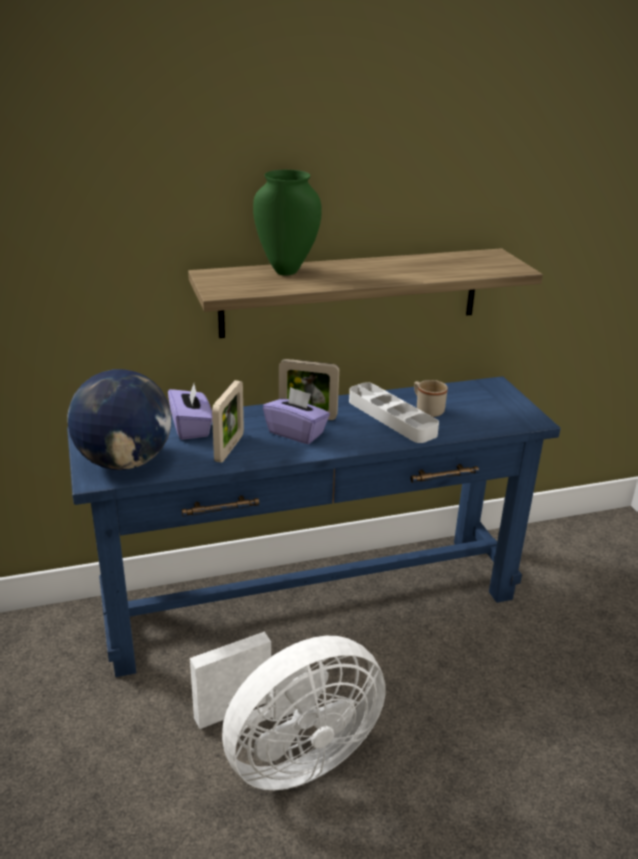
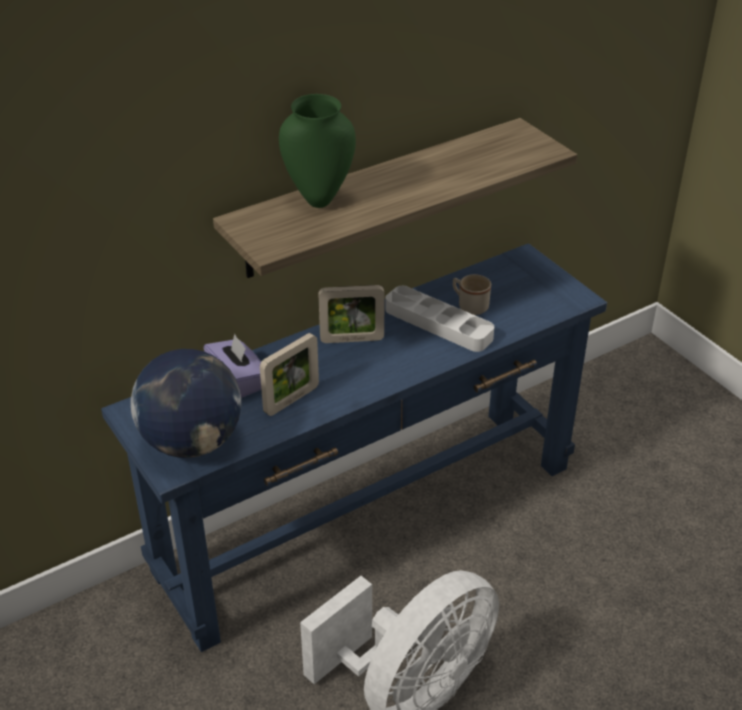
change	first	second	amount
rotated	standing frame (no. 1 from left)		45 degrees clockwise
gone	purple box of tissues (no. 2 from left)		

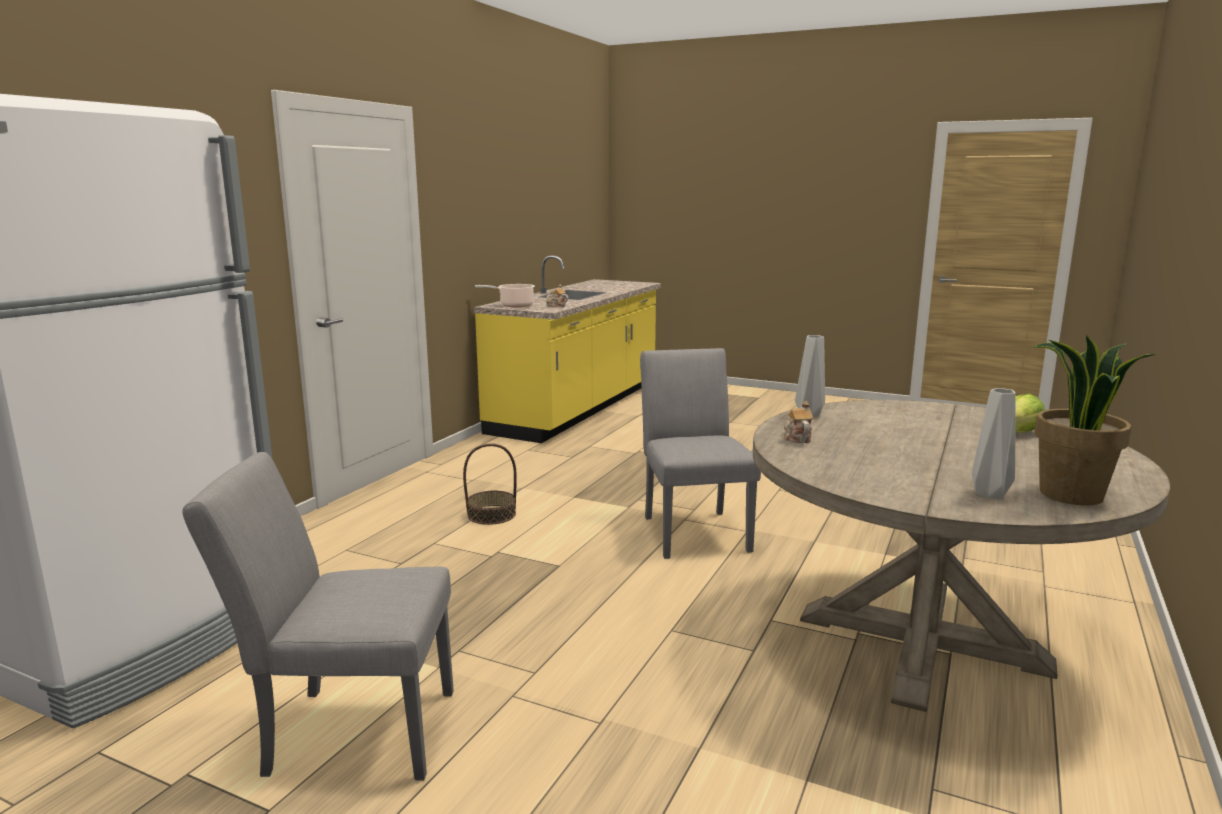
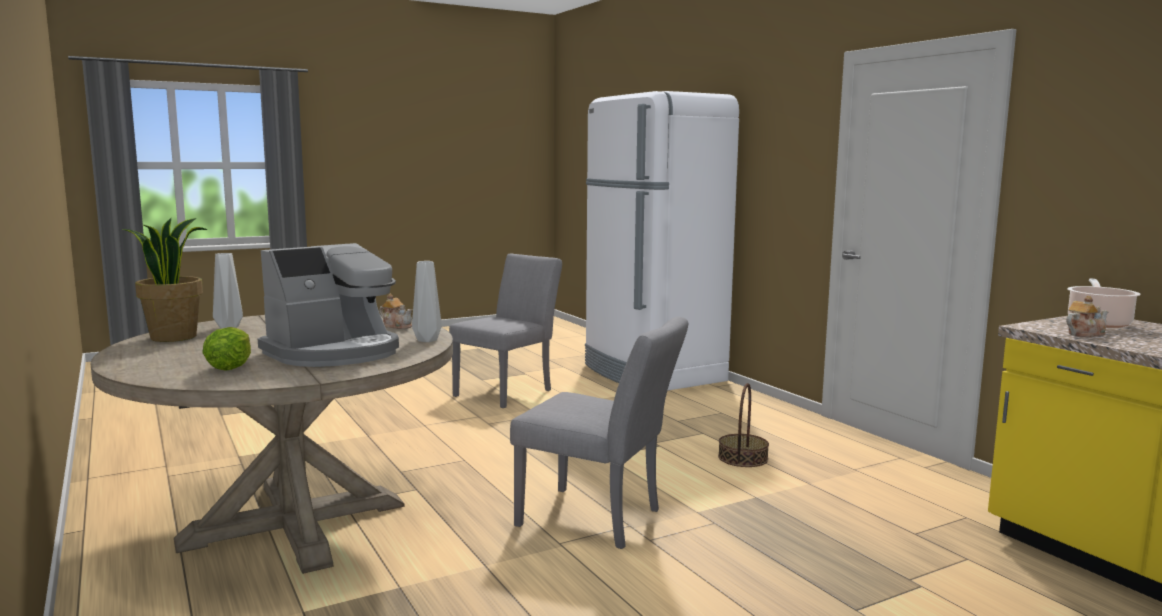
change	first	second	amount
new		coffee brewer	

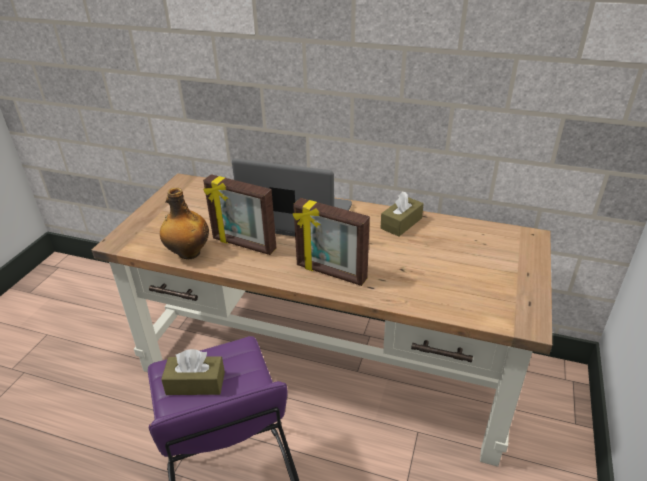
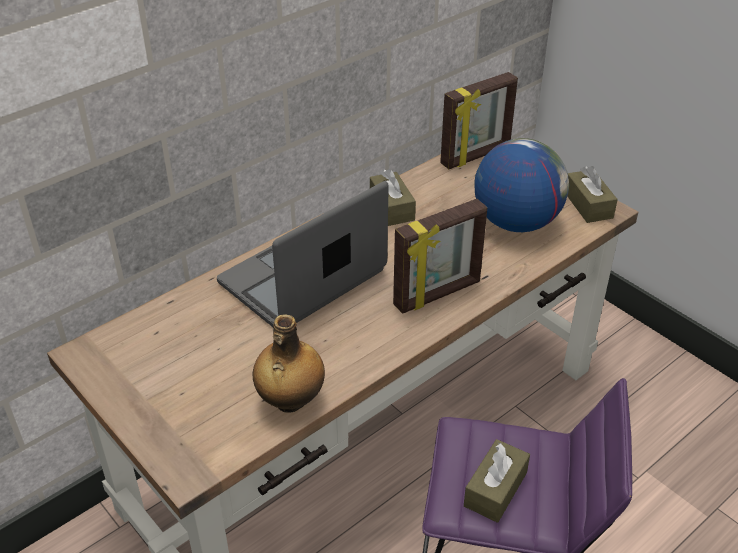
change	first	second	amount
shifted	standing frame (no. 1 from left in the first image)	standing frame (no. 2 from left)	
new		desk globe	
new		brown box of tissues (no. 3 from left)	

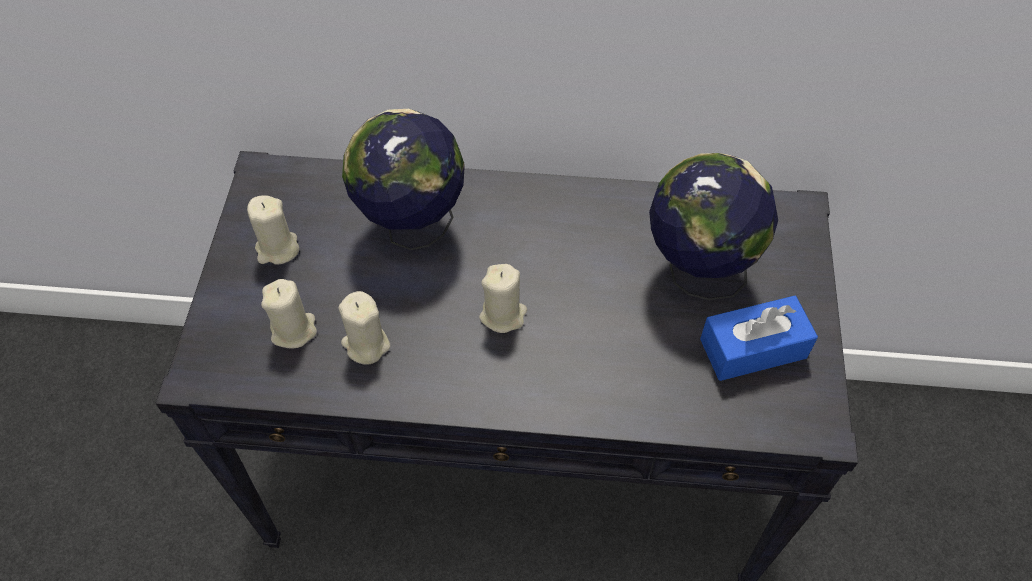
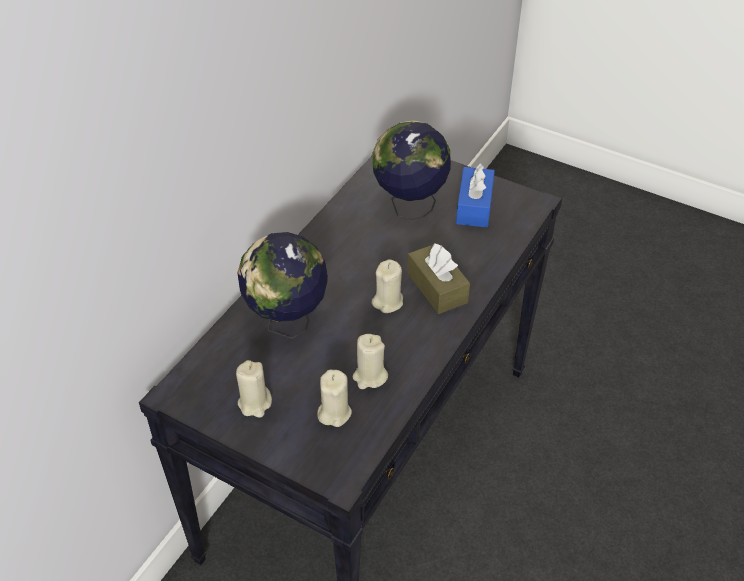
change	first	second	amount
new		brown box of tissues	

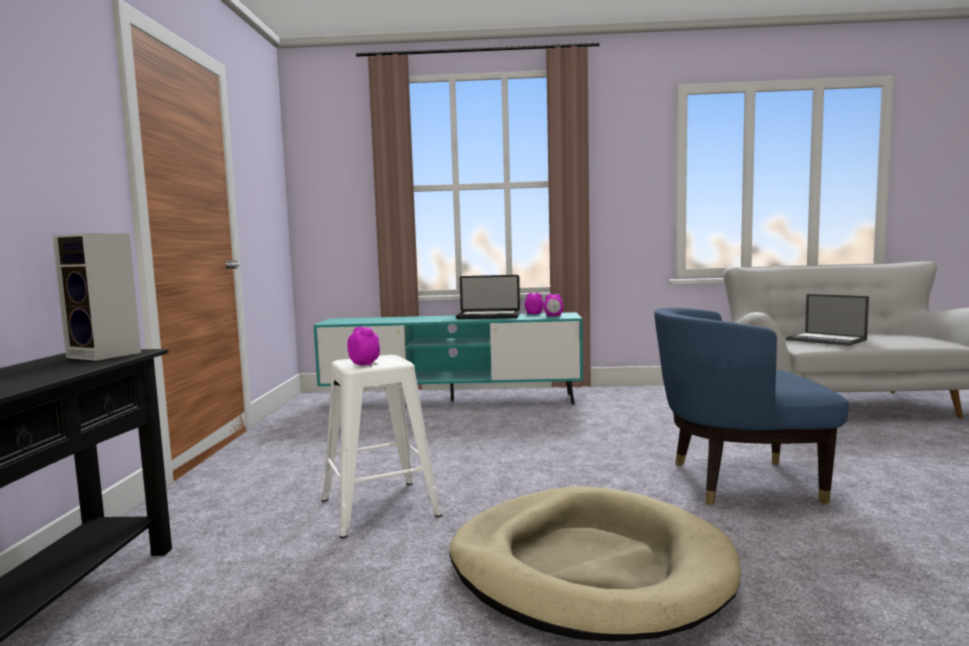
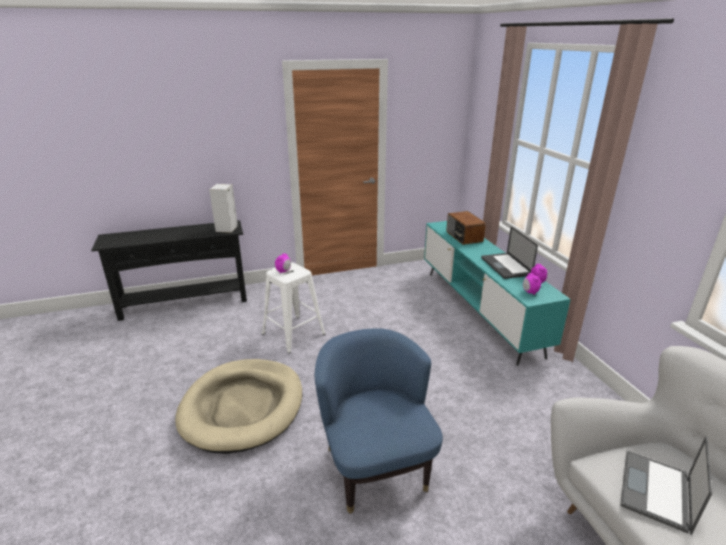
change	first	second	amount
new		radio receiver	

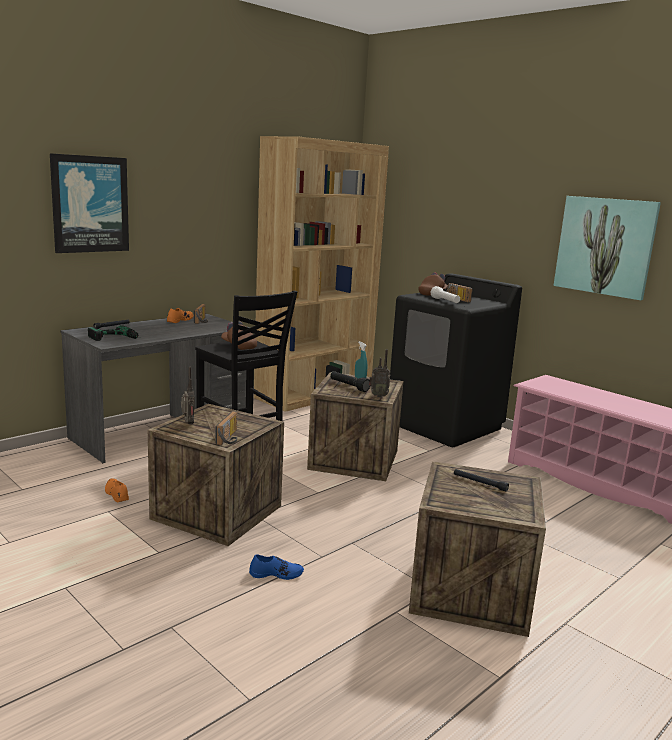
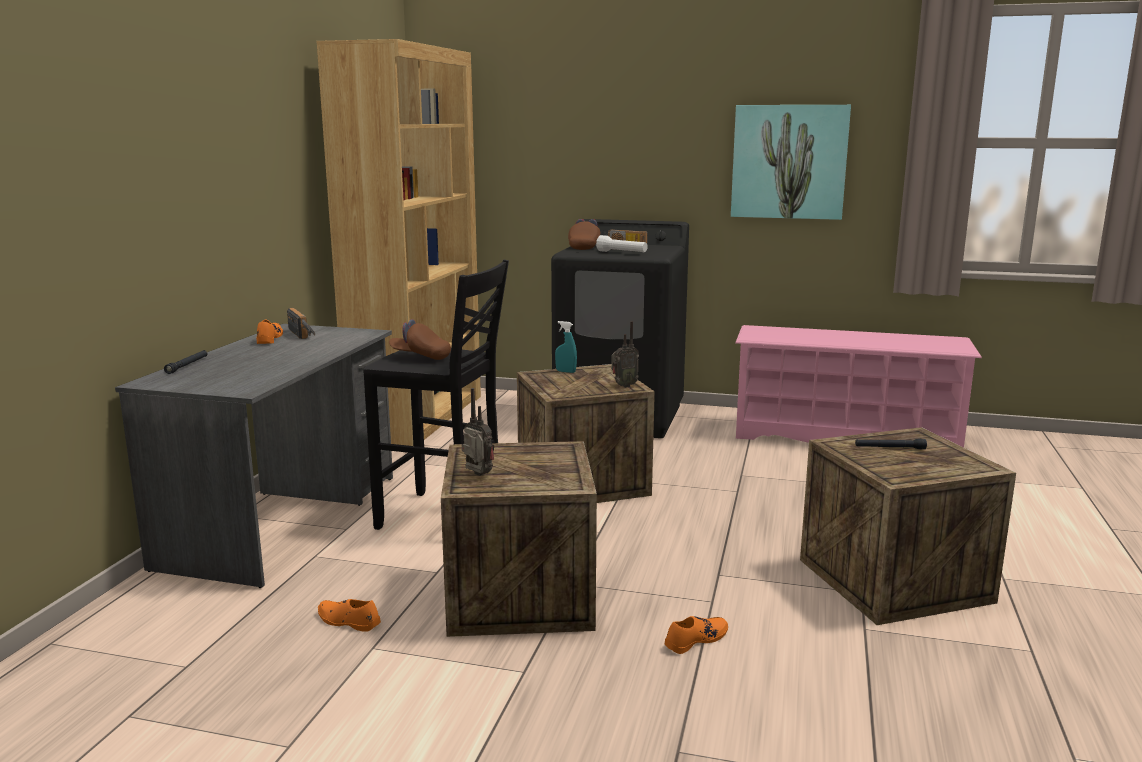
change	first	second	amount
gone	picture (no. 1 from left)		
gone	power drill		
gone	black torch (no. 2 from left)		
gone	radio receiver (no. 3 from left)		
repainted	blue-coloured low shoe	orangey low shoe (no. 3 from left)	

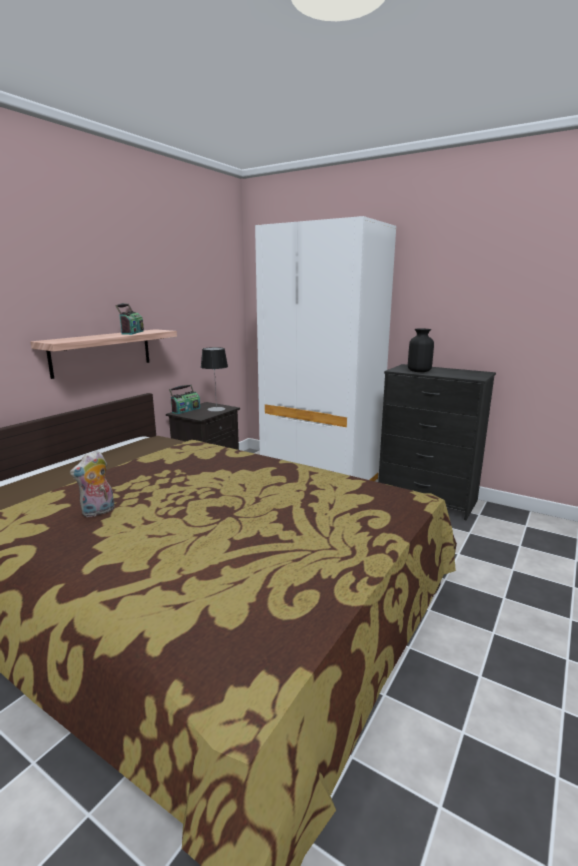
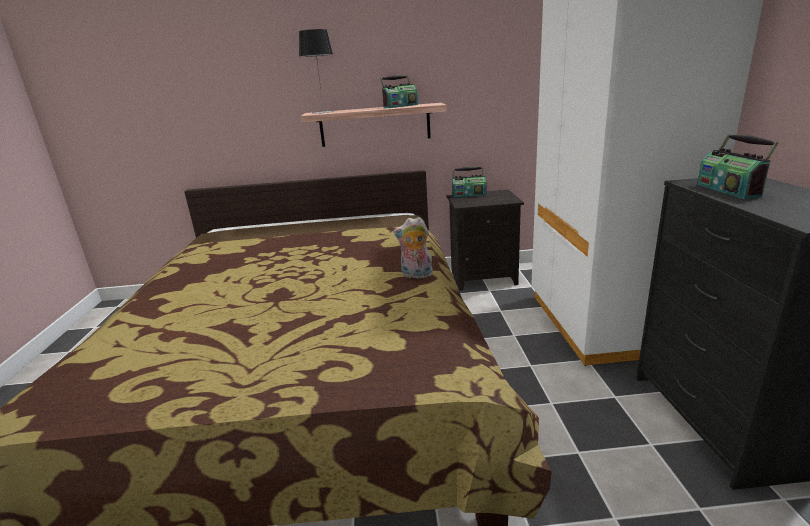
change	first	second	amount
swapped	black decorative vase	radio receiver (no. 3 from left)	
shifted	lamp for a table		
shifted	plush toy		

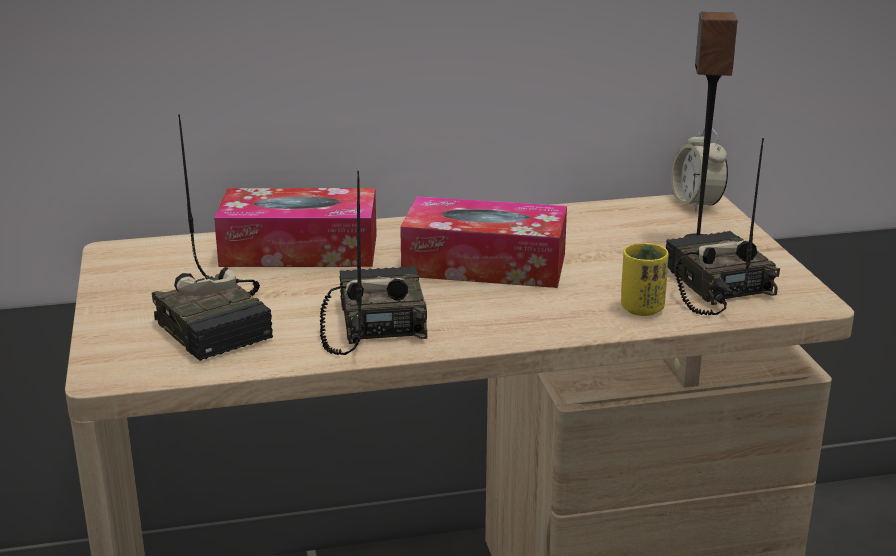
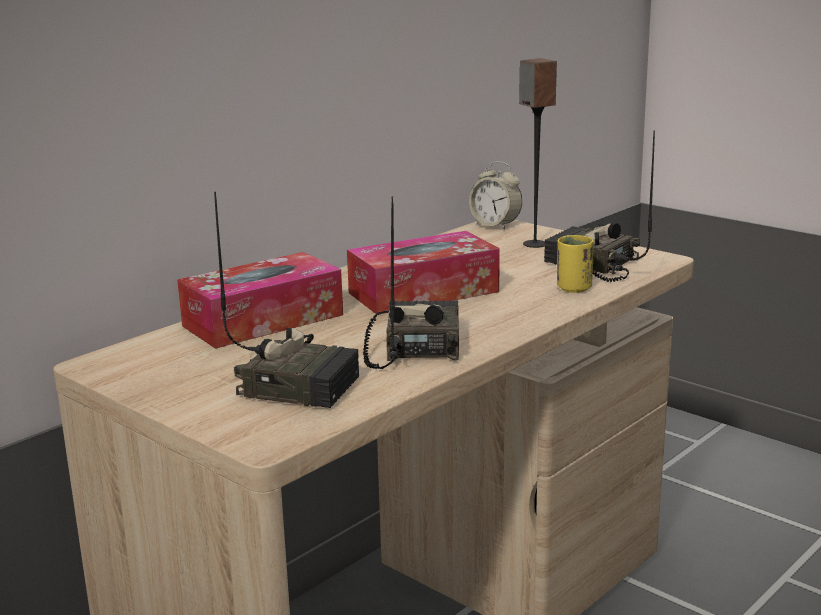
change	first	second	amount
rotated	radio receiver (no. 2 from left)		45 degrees clockwise

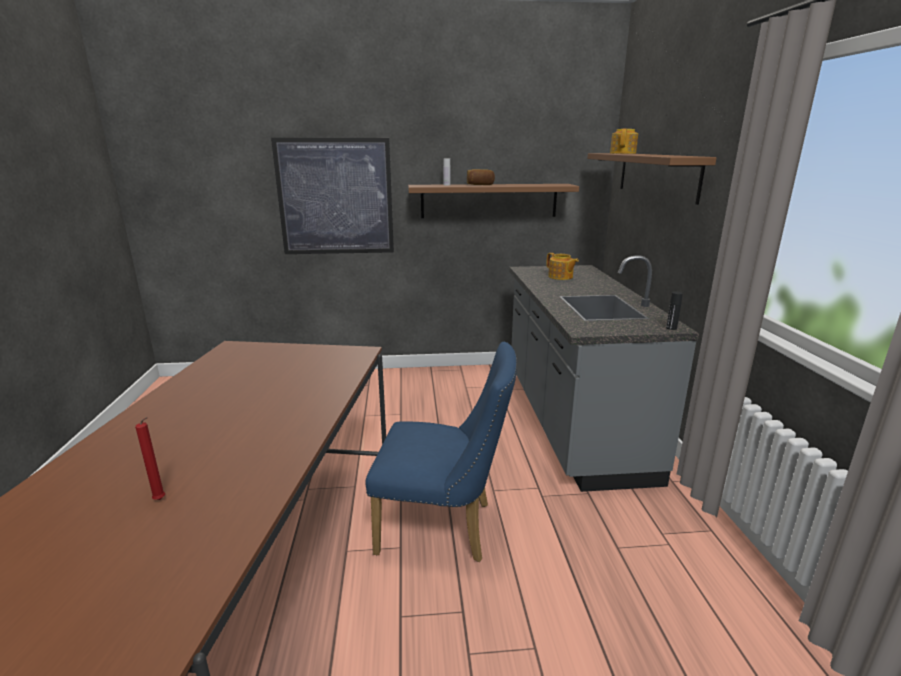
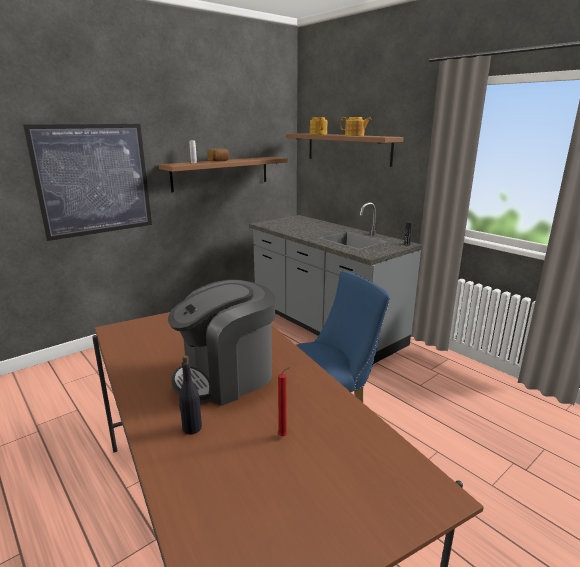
change	first	second	amount
shifted	tea pot (no. 1 from left in the first image)	tea pot (no. 2 from left)	
new		coffee brewer	
new		black drink bottle (no. 1 from left)	

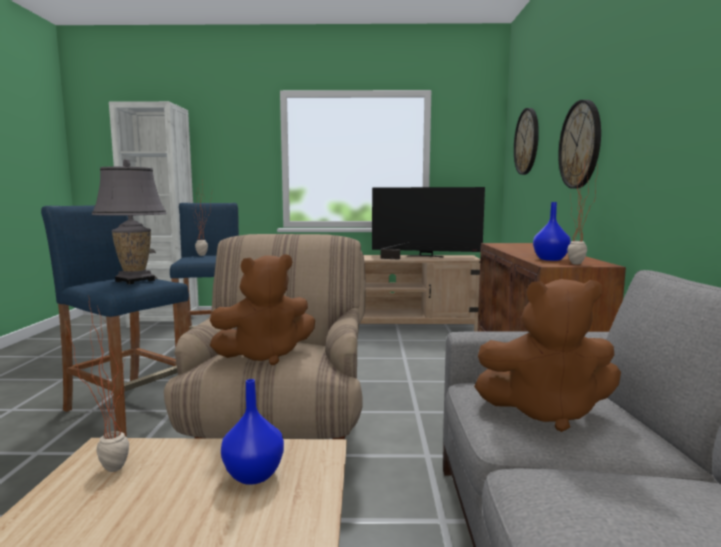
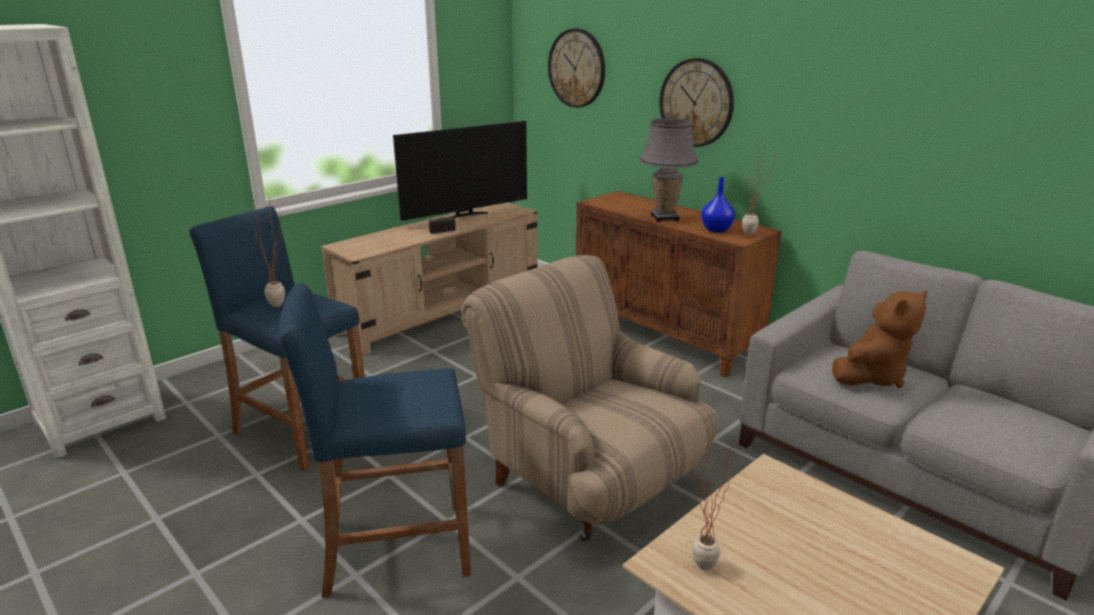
change	first	second	amount
shifted	greyish lamp for a table		
gone	brown plush toy (no. 1 from left)		
gone	blue-coloured decorative vase (no. 1 from left)		

